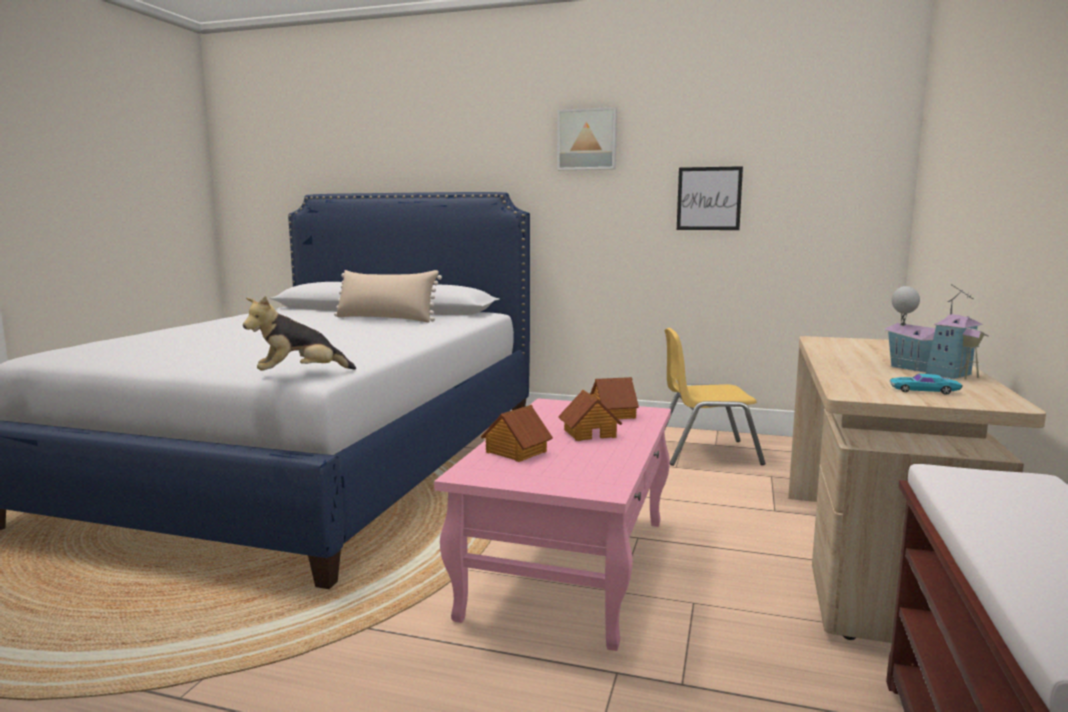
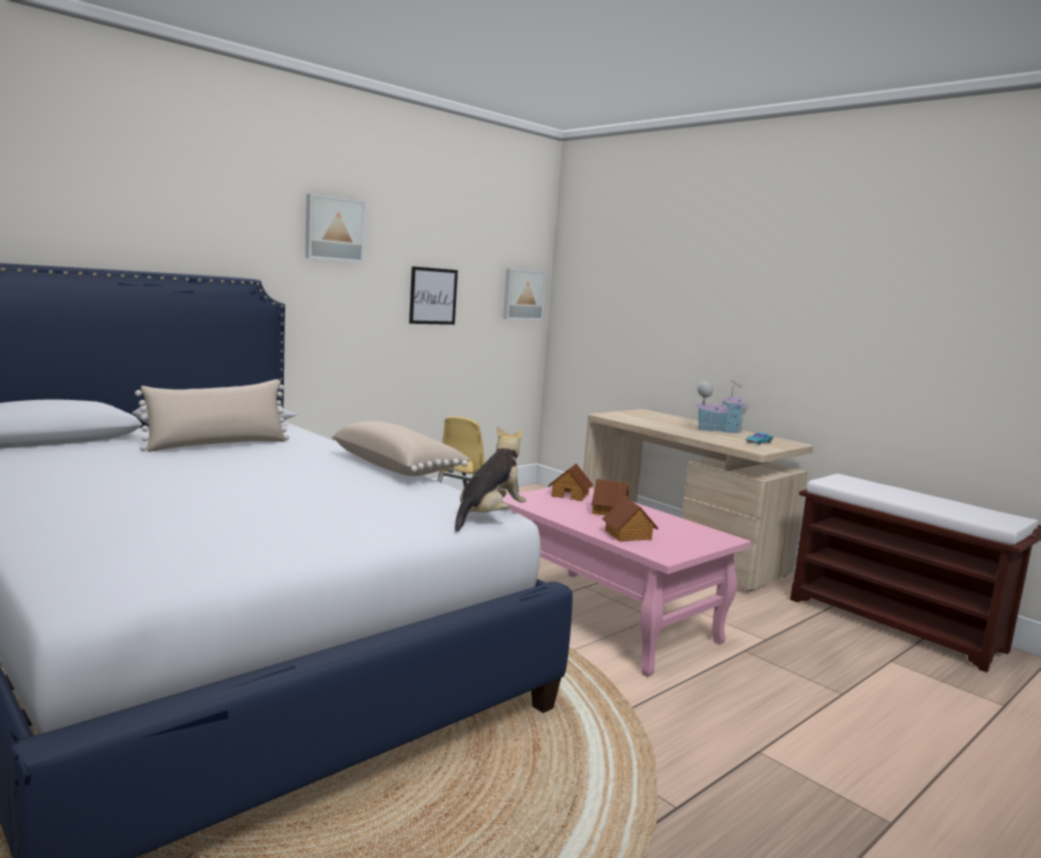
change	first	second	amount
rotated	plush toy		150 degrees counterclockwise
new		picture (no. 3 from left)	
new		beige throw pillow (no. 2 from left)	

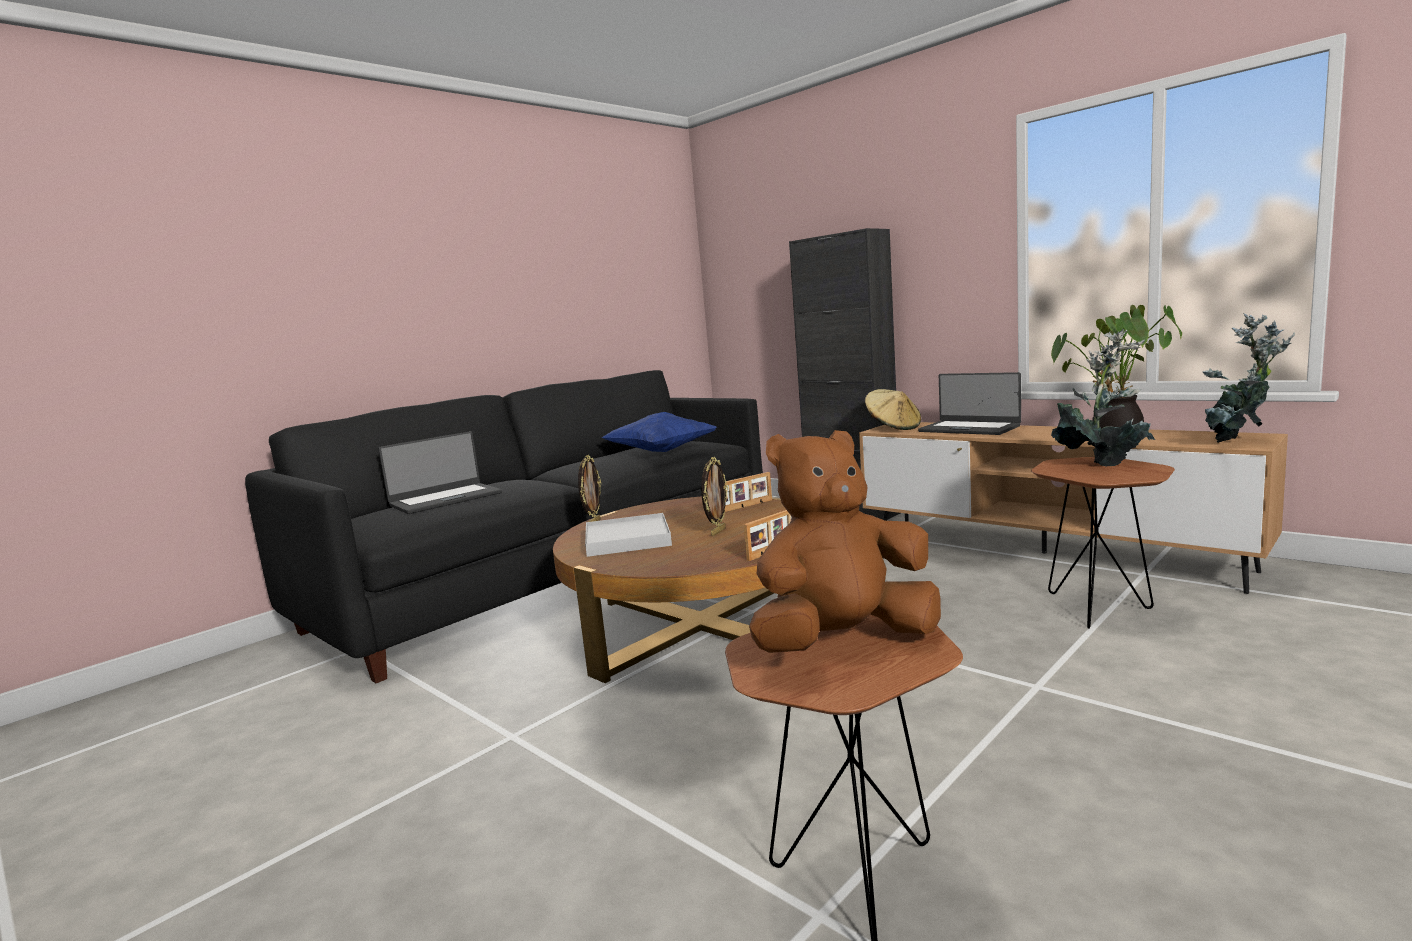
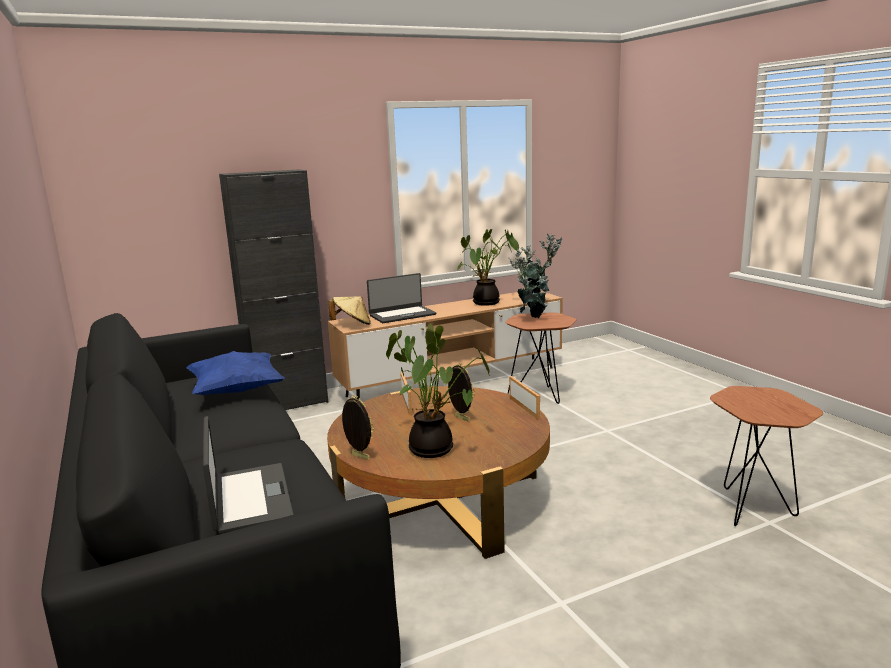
change	first	second	amount
gone	brown plush toy		
swapped	white-coloured carrying tray	plant in a pot (no. 1 from left)	

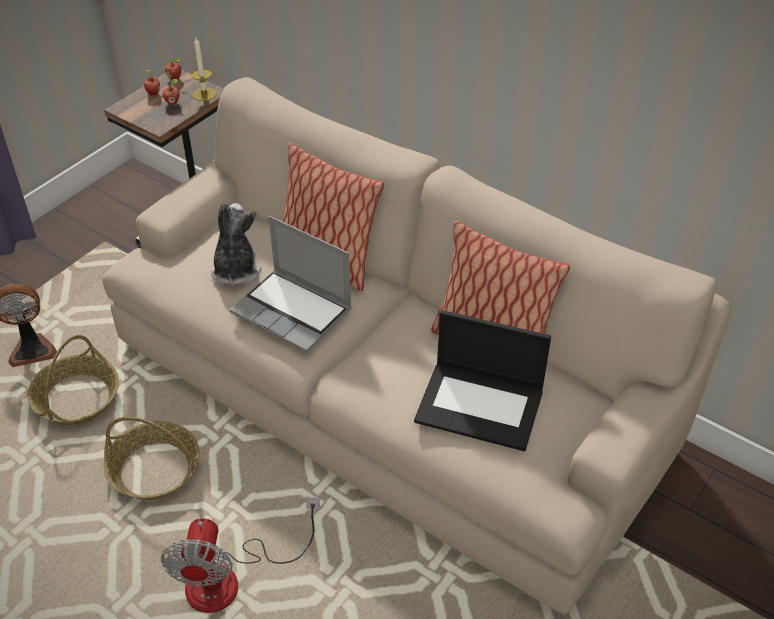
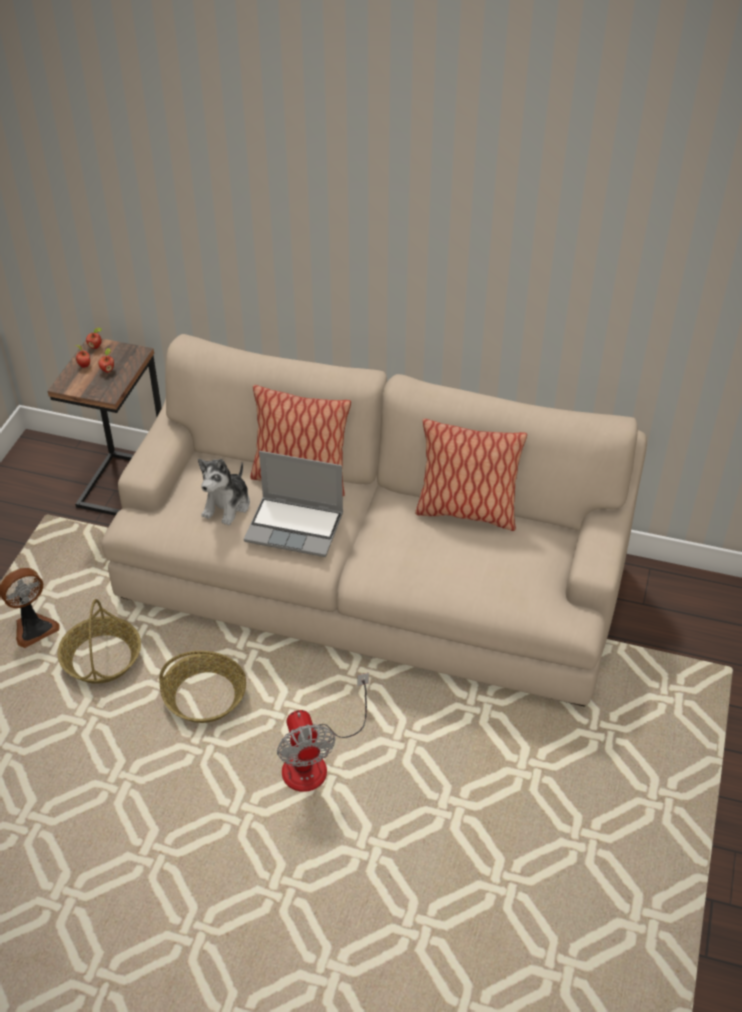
change	first	second	amount
gone	candle		
rotated	plush toy		135 degrees counterclockwise
gone	notebook computer (no. 2 from left)		

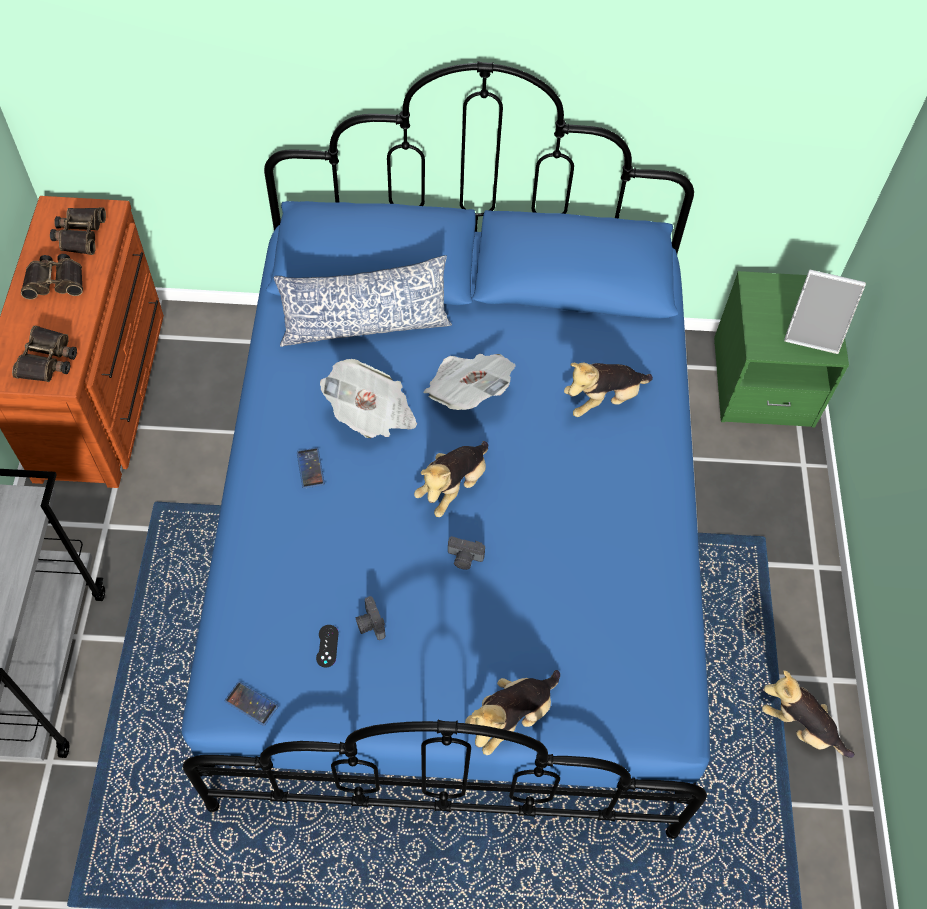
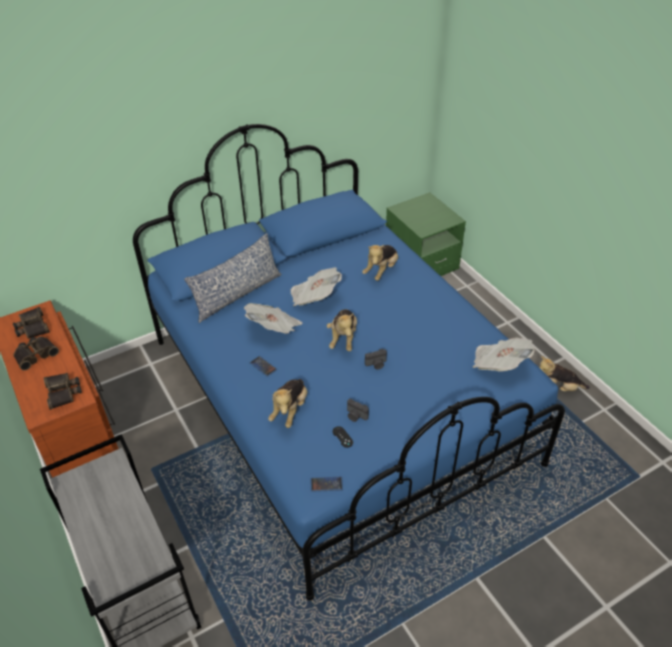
change	first	second	amount
gone	standing frame		
shifted	plush toy (no. 2 from left in the first image)	plush toy (no. 1 from left)	
new		newspaper (no. 3 from left)	

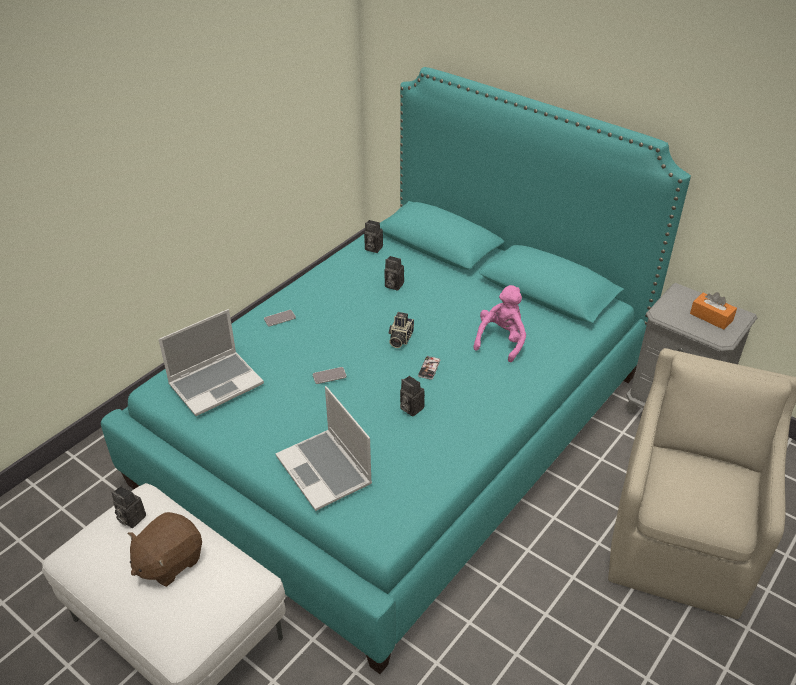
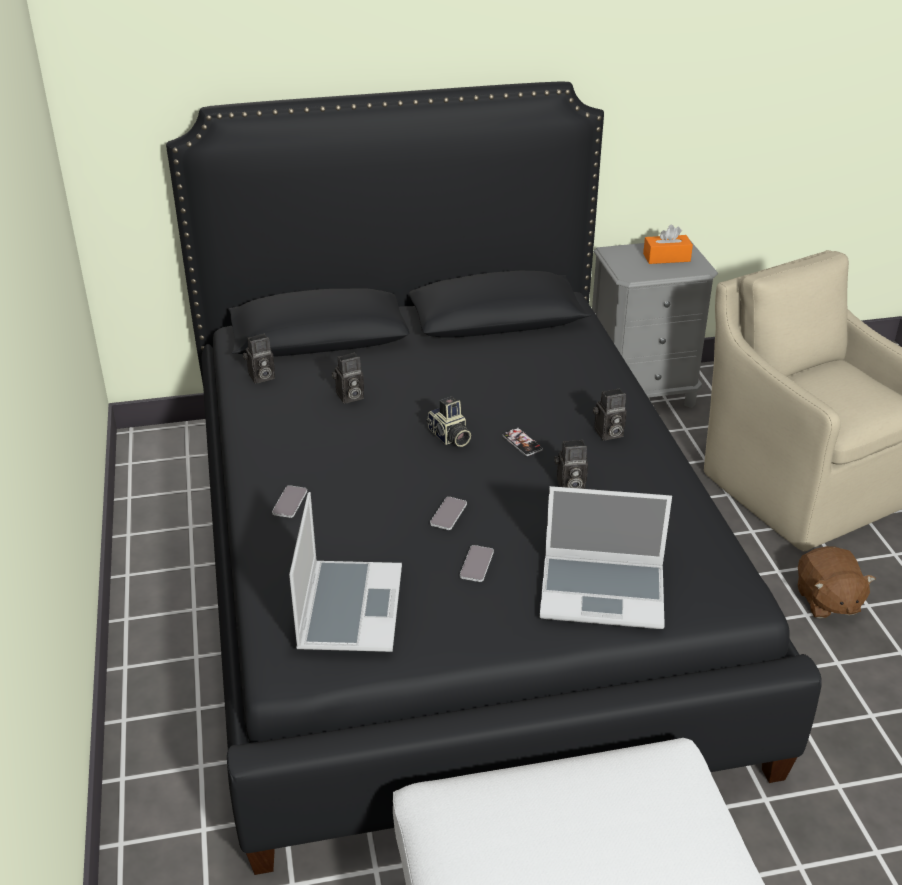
change	first	second	amount
repainted	blue-green sleeping bed	black sleeping bed	
gone	pinkish plush toy		
shifted	still camera (no. 1 from left in the first image)	still camera (no. 5 from left)	
shifted	brown plush toy		
new		handset (no. 3 from left)	

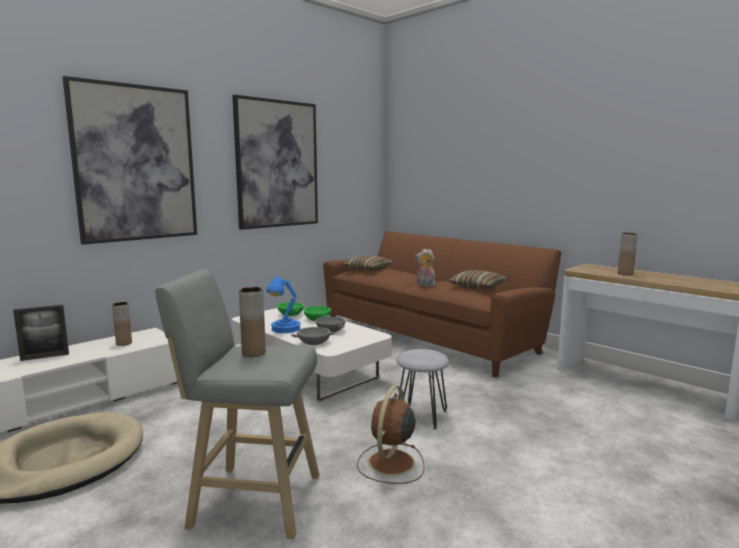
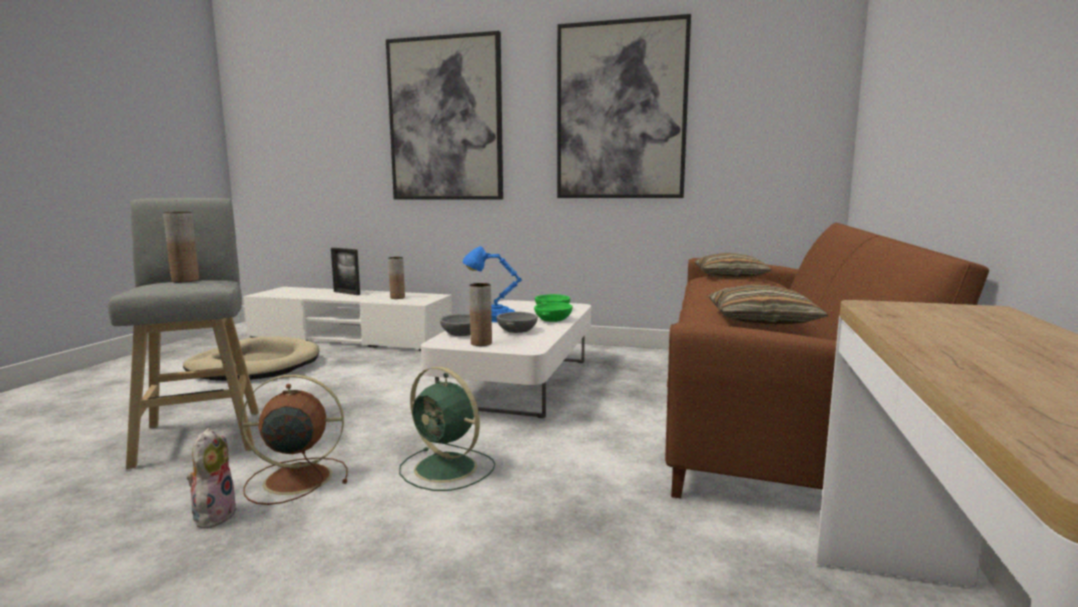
change	first	second	amount
shifted	brown decorative vase (no. 3 from left)		
shifted	plush toy		
swapped	greyish stool seat (no. 2 from left)	green fan	

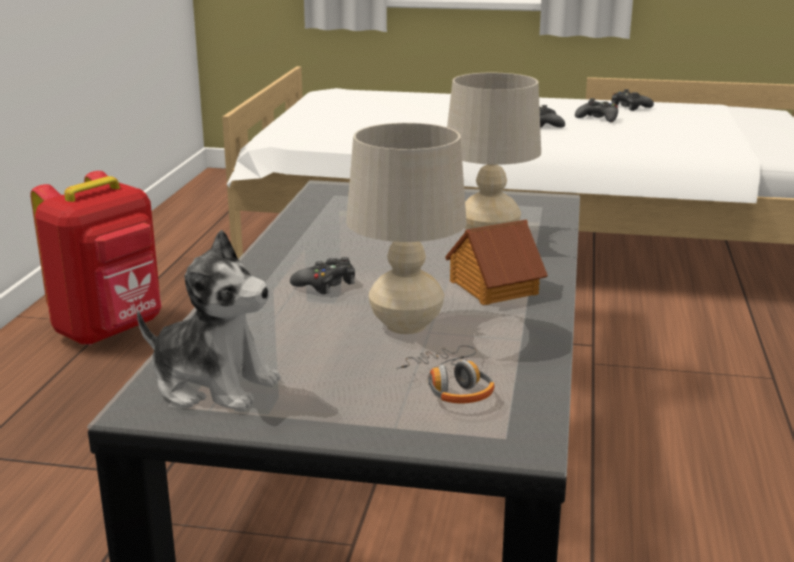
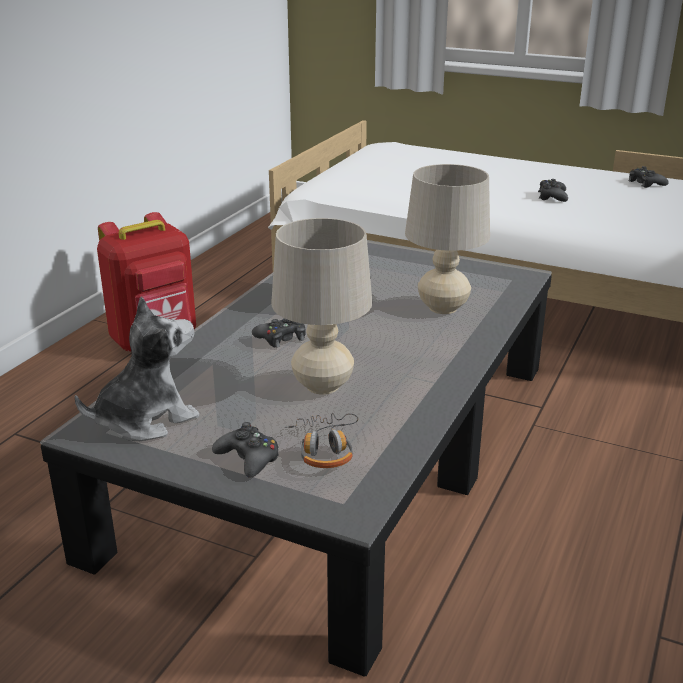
change	first	second	amount
shifted	black game controller (no. 3 from left in the first image)	black game controller (no. 1 from left)	
gone	toy house		
rotated	plush toy		75 degrees counterclockwise

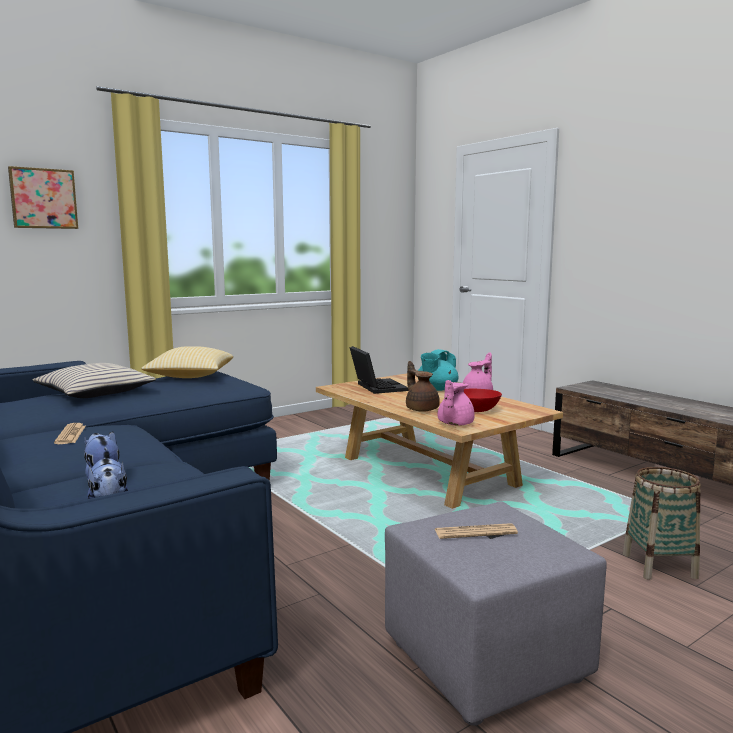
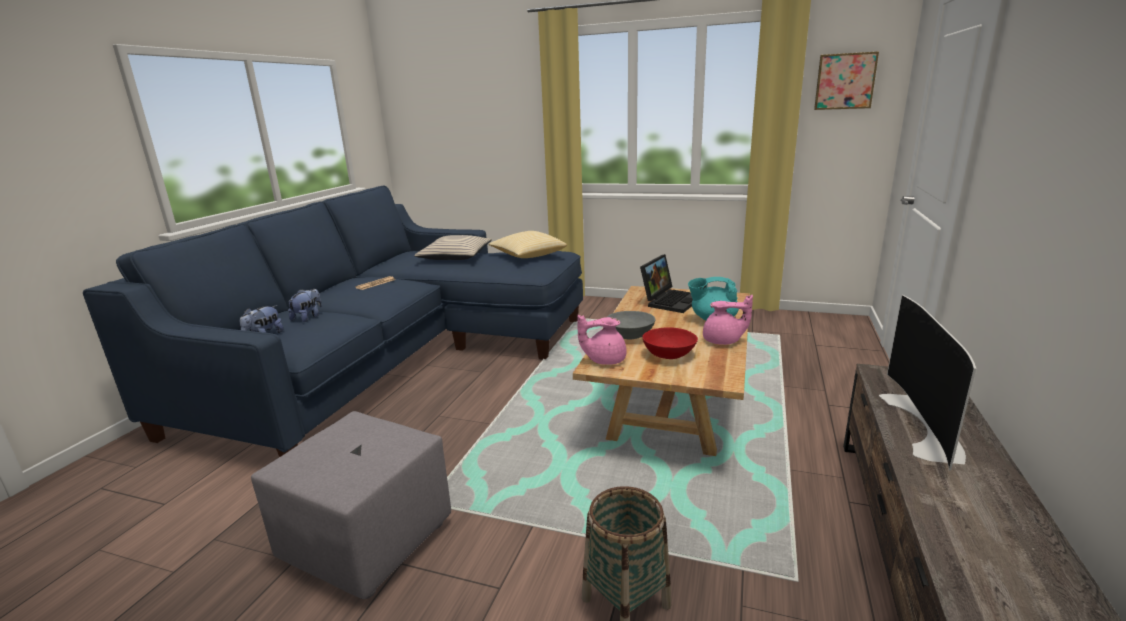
change	first	second	amount
shifted	picture		
swapped	brown tea pot	greyish deep dish	
gone	newspaper (no. 2 from left)		
new		TV set	

